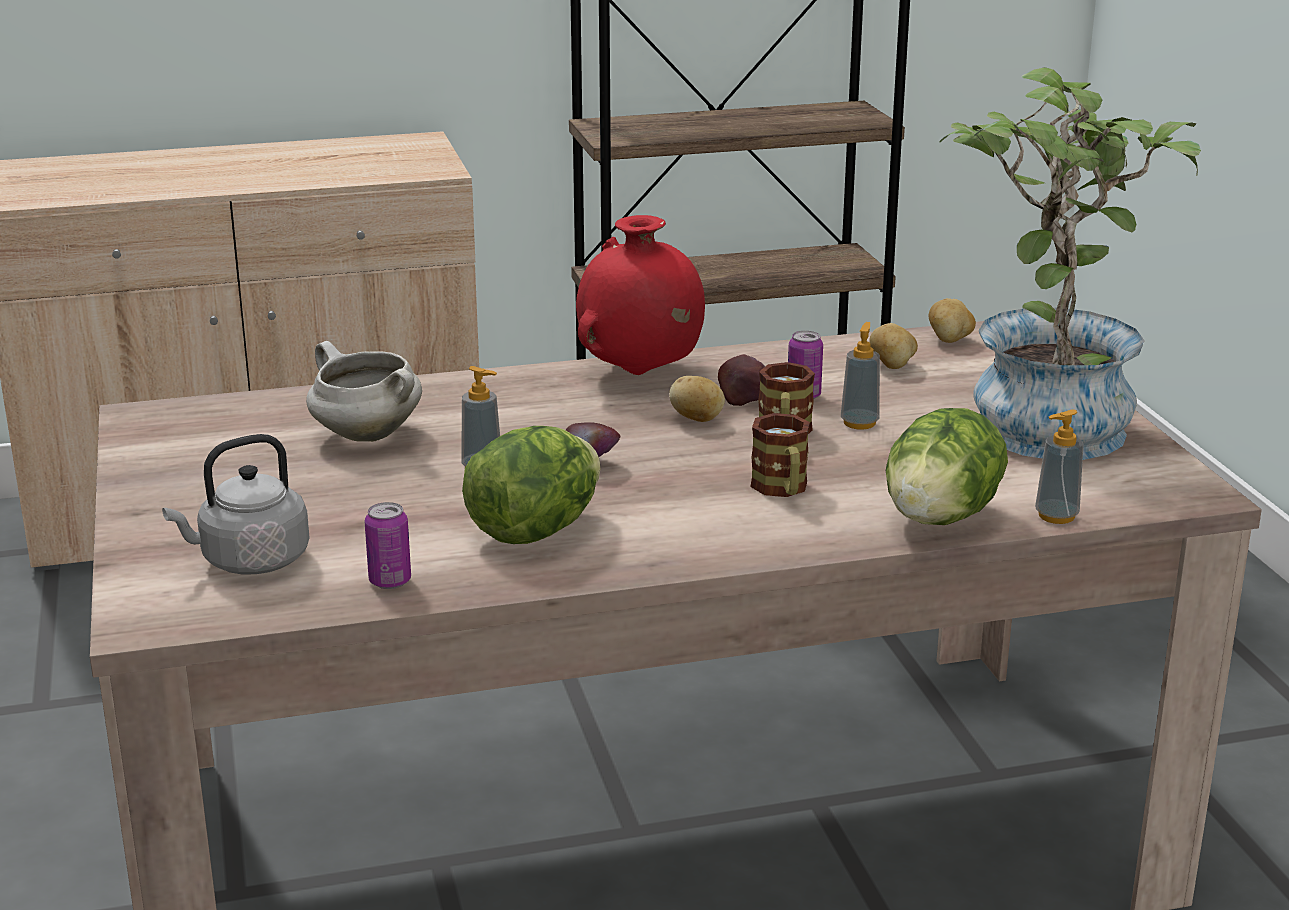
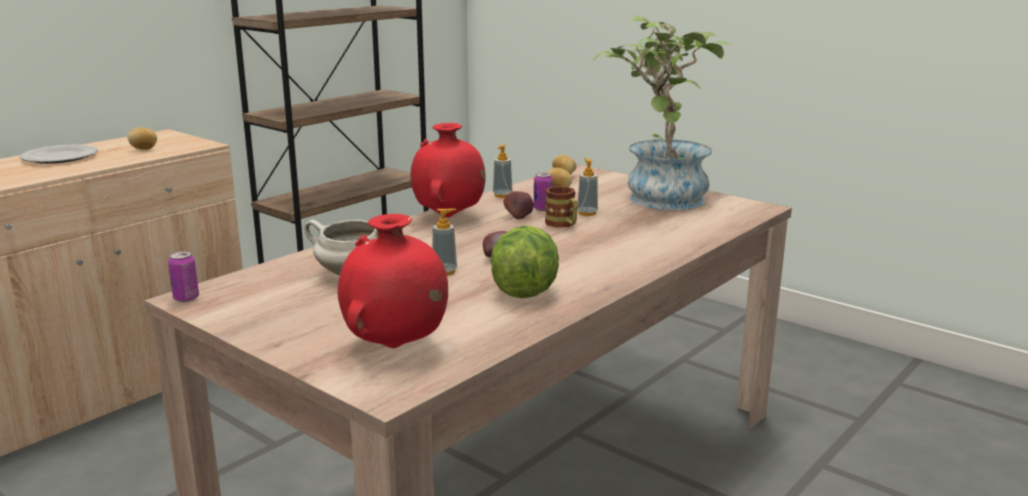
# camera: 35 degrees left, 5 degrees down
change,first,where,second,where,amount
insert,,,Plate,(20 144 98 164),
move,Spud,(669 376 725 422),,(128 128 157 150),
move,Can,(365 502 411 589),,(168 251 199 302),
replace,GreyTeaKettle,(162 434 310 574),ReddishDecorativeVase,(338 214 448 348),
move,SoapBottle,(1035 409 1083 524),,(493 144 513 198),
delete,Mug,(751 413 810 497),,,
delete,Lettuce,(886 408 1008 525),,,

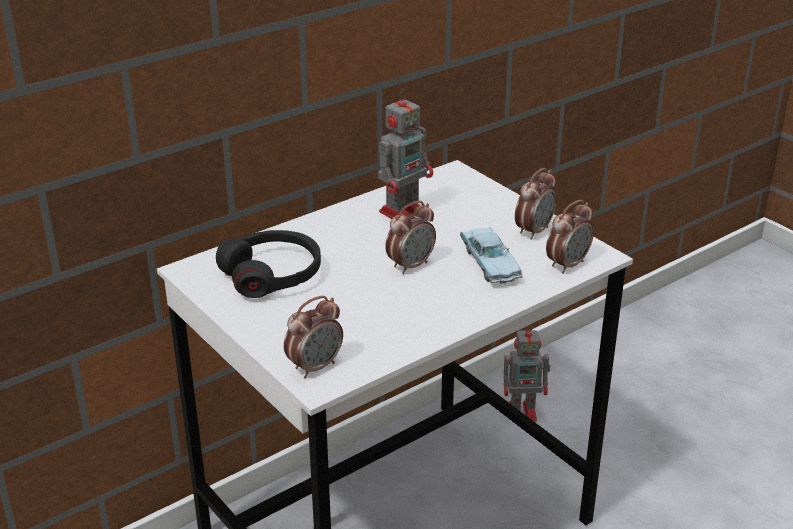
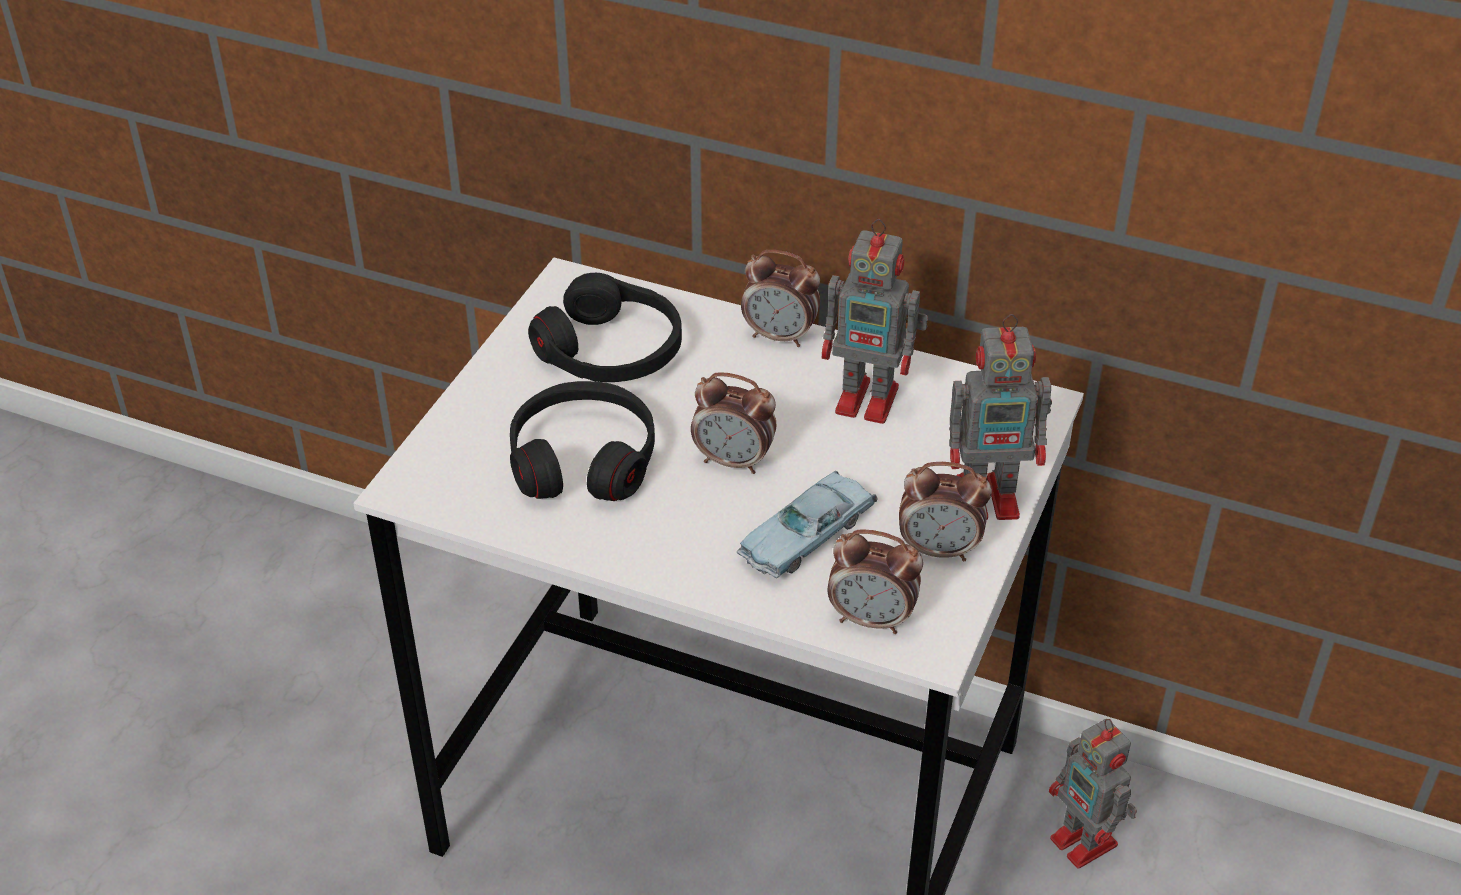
# camera: 60 degrees right, 10 degrees up
change,first,where,second,where,amount
insert,,,BlackHeadset,(510 381 655 501),
move,TableClock,(284 295 343 378),,(741 250 820 347),
insert,,,RobotFigure,(949 314 1052 520),

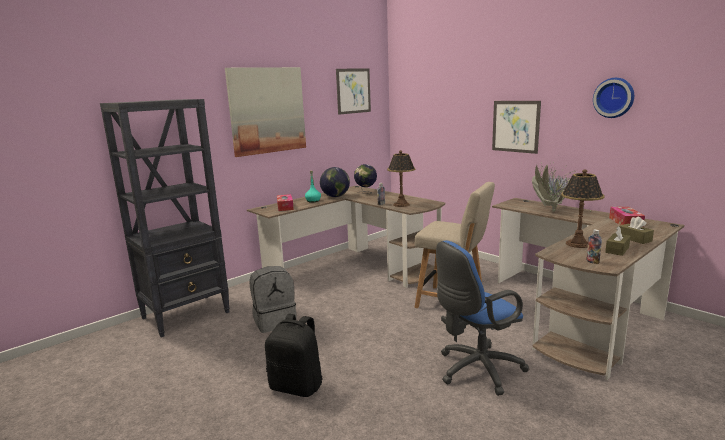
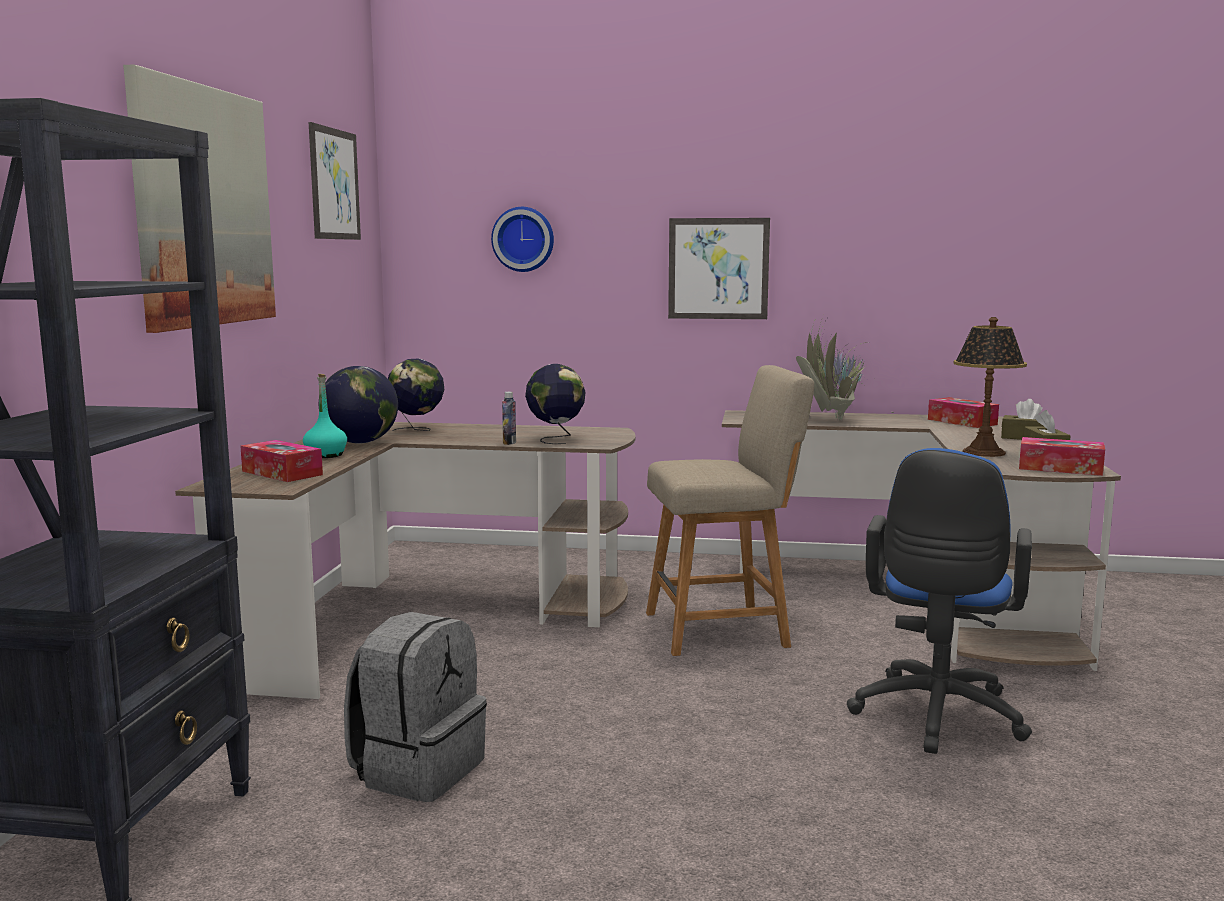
# camera: 40 degrees left, 5 degrees down
change,first,where,second,where,amount
move,ClockOnTheWall,(593 78 634 118),,(491 207 554 272),
replace,TableLamp,(387 150 416 207),WorldGlobe,(525 364 586 444),
replace,Bottle,(586 229 602 264),BoxOfTissues,(1019 437 1105 476),
delete,BlackRucksack,(265 314 322 397),,,

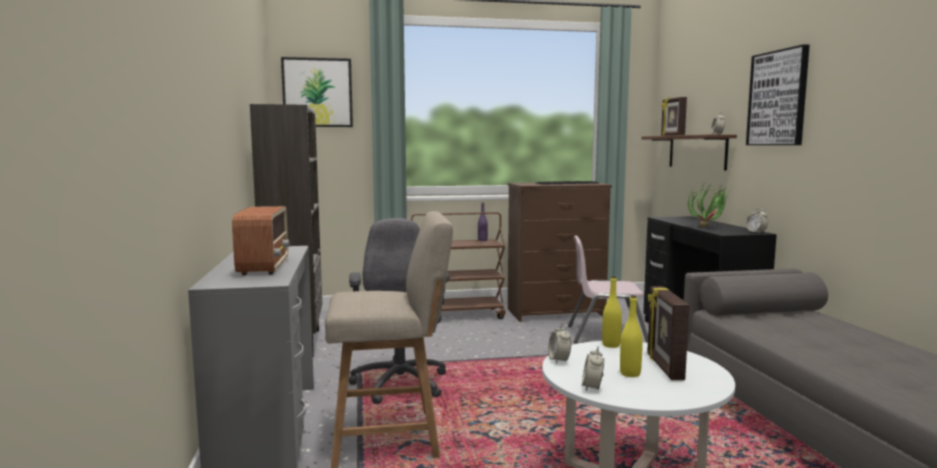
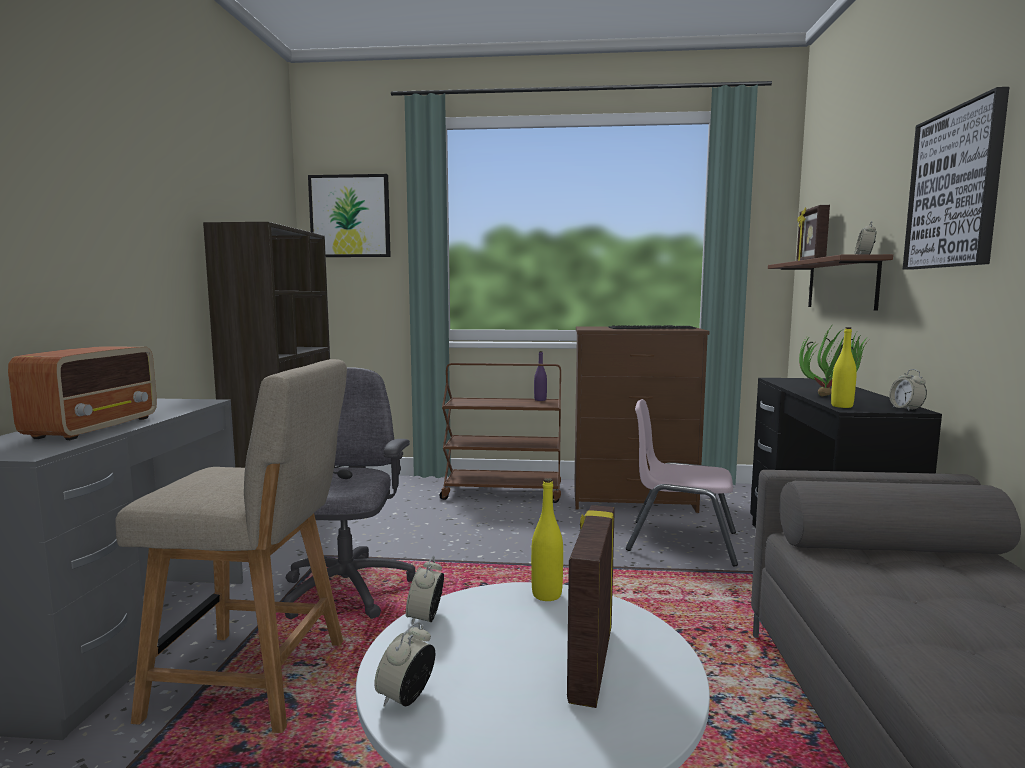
# camera: 15 degrees right, 0 degrees up
change,first,where,second,where,amount
move,YellowBottle,(620 295 643 377),,(831 327 857 408),

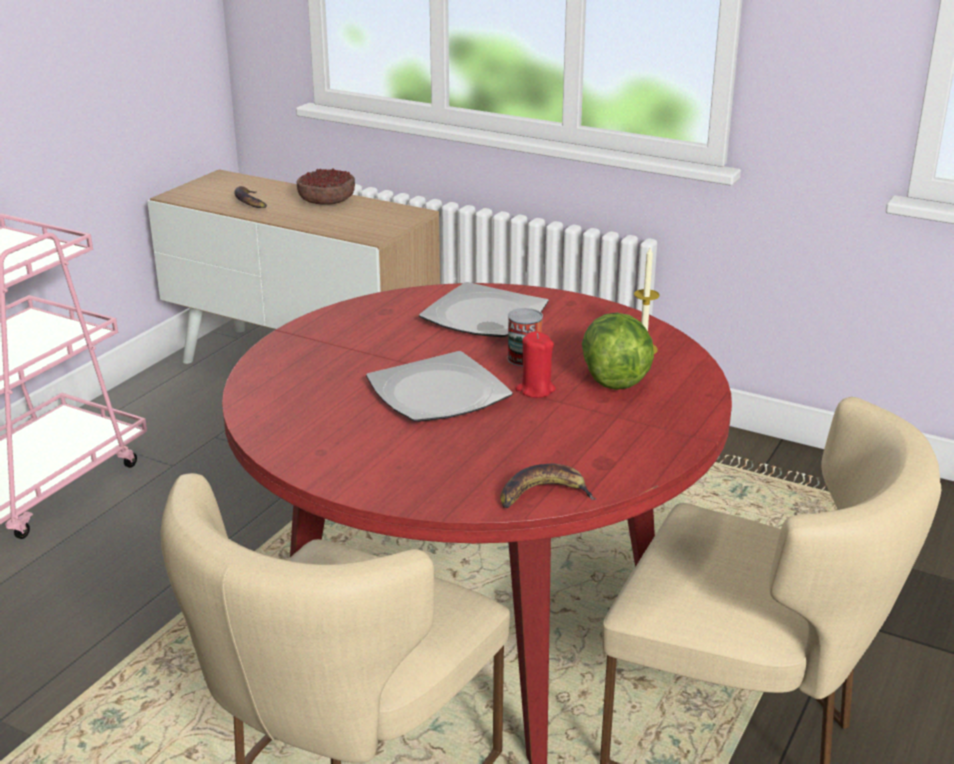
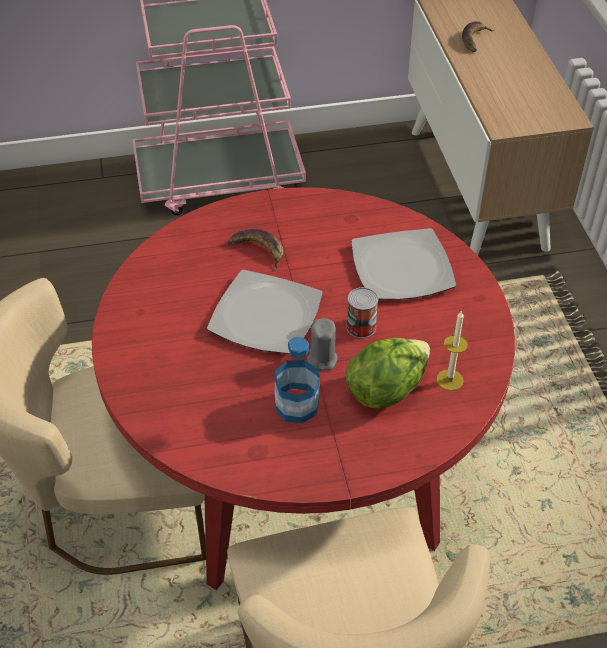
# camera: 50 degrees right, 20 degrees up
change,first,where,second,where,amount
move,Banana,(500 463 595 508),,(228 229 284 271),
insert,,,Bottle,(275 337 320 423),
recolor,ReddishCandle,(515 331 556 398),GreyCandle,(307 318 338 371),
delete,DeepDish,(297 168 355 205),,,

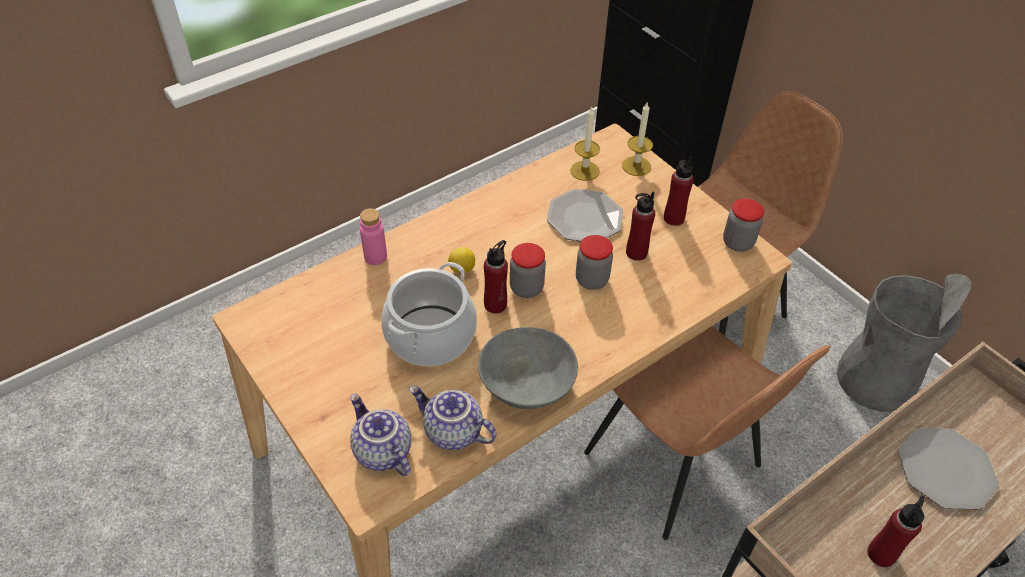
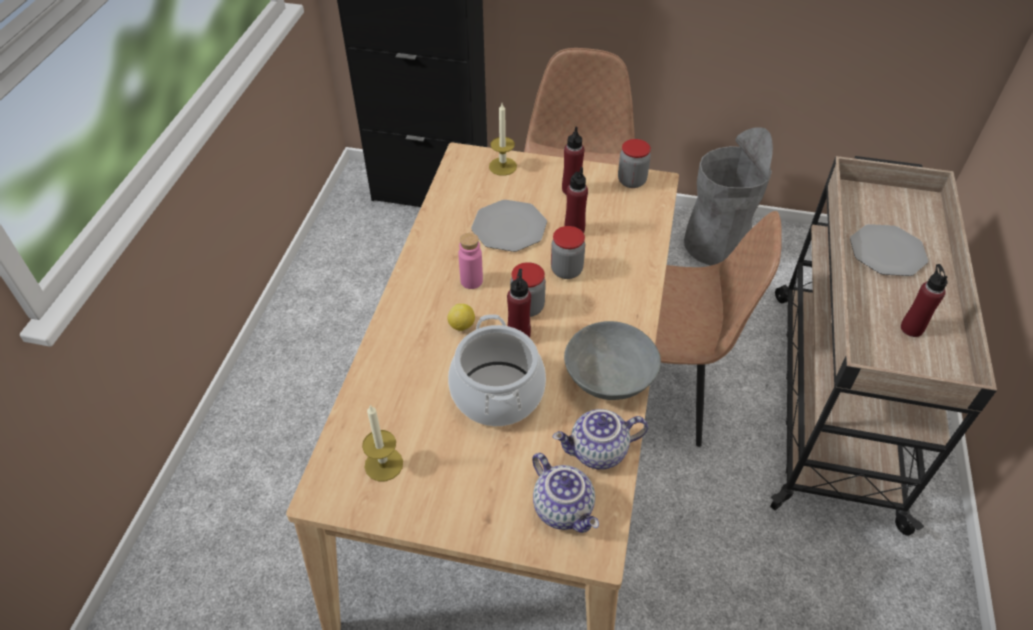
# camera: 40 degrees left, 0 degrees up
change,first,where,second,where,amount
move,Candle,(570 107 600 181),,(362 404 403 481),
move,PinkColouredBottle,(360 208 387 265),,(458 233 483 289),
rotate,Teapot,(350 394 411 476),,(532 453 599 533),135 degrees counterclockwise

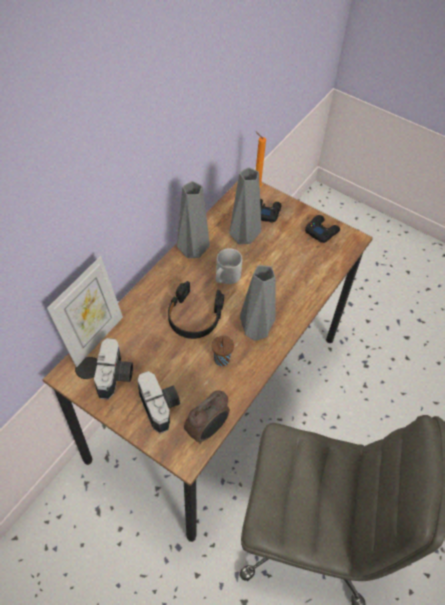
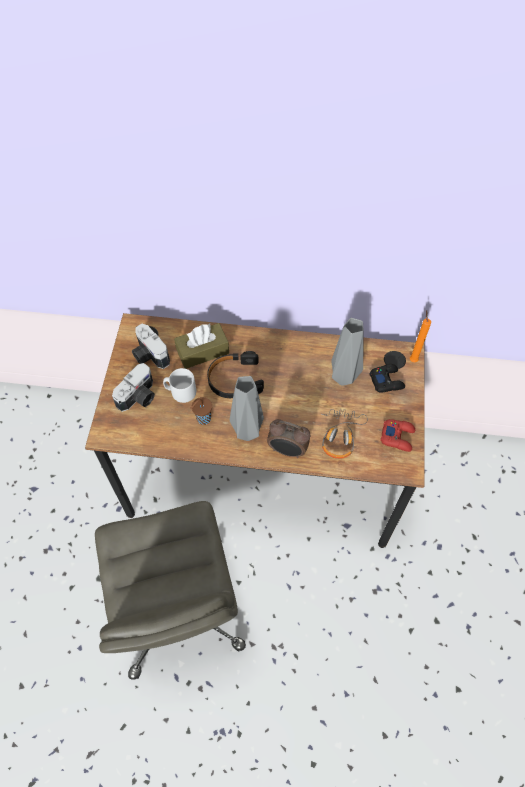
# camera: 65 degrees right, 5 degrees up
change,first,where,second,where,amount
rotate,PhotoCamera,(94 338 133 400),,(132 324 170 369),75 degrees clockwise
move,GreyMug,(216 248 242 284),,(163 368 196 403),
insert,,,BrownBoxOfTissues,(174 323 229 369),
move,TableClock,(184 390 230 444),,(267 419 311 458),
insert,,,Headset,(321 409 368 459),
recolor,BlackJoypad,(305 215 340 243),ReddishJoypad,(380 419 415 452),
delete,StandingFrame,(47 256 123 367),,,
delete,GreyDecorativeVase,(177 181 210 258),,,

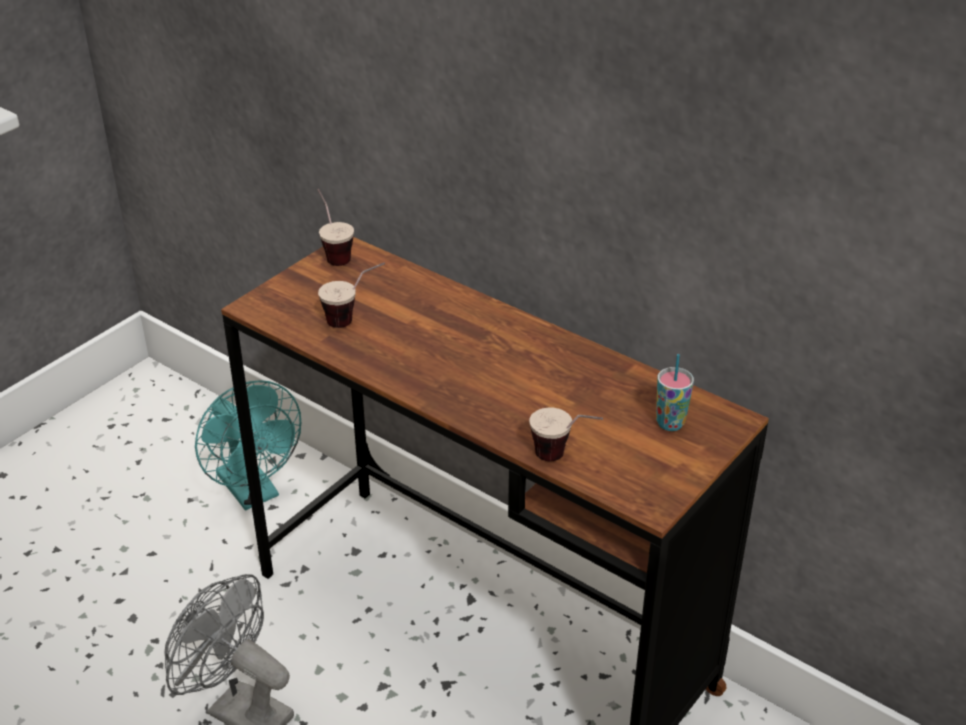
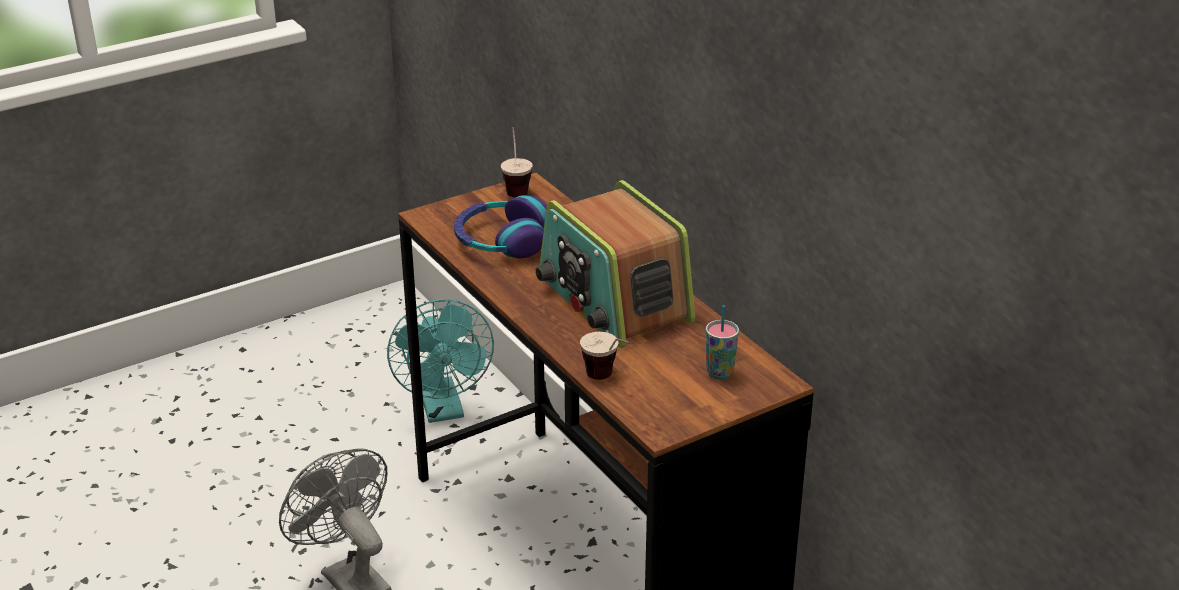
# camera: 20 degrees right, 5 degrees down
change,first,where,second,where,amount
replace,DrinkingCup,(318 262 385 328),Headset,(454 195 547 258),
insert,,,Radio,(536 180 695 348),

